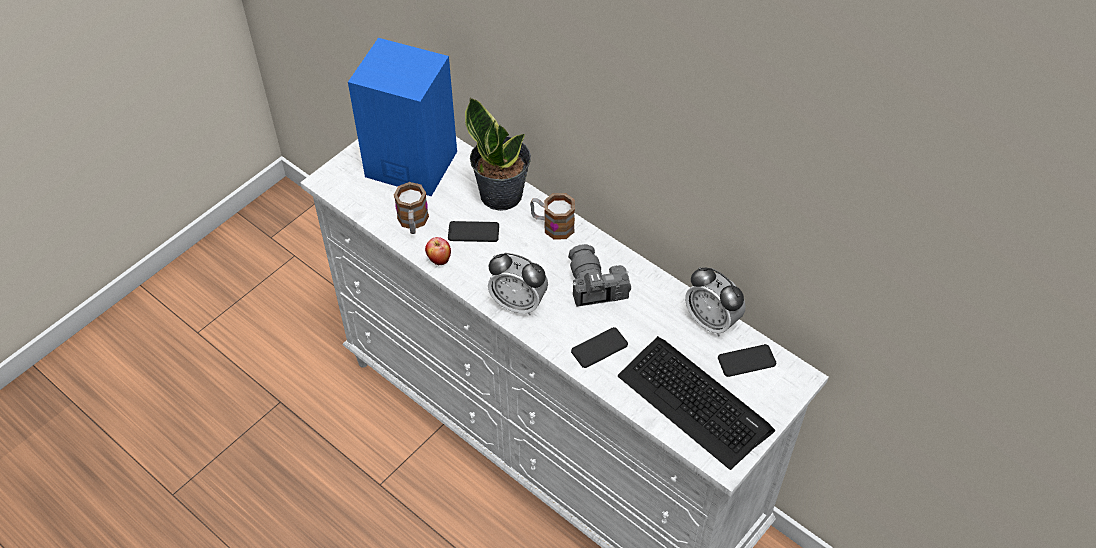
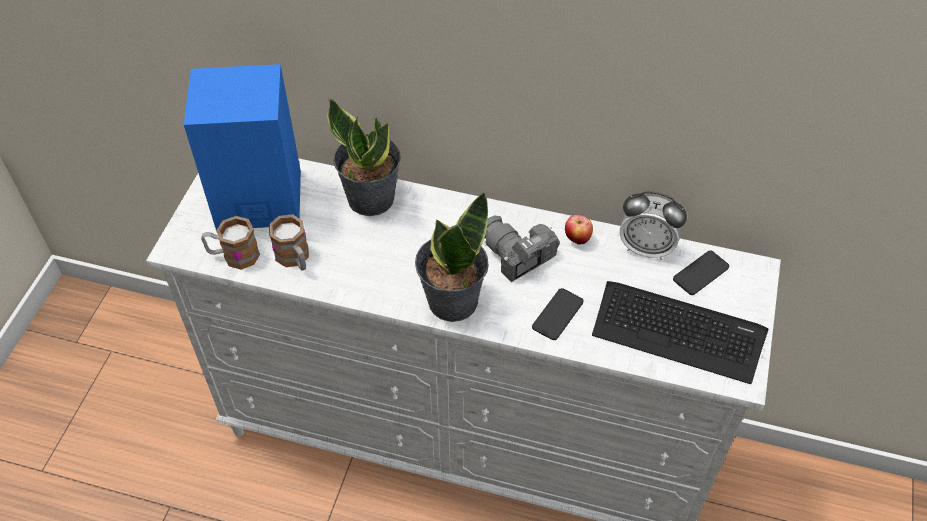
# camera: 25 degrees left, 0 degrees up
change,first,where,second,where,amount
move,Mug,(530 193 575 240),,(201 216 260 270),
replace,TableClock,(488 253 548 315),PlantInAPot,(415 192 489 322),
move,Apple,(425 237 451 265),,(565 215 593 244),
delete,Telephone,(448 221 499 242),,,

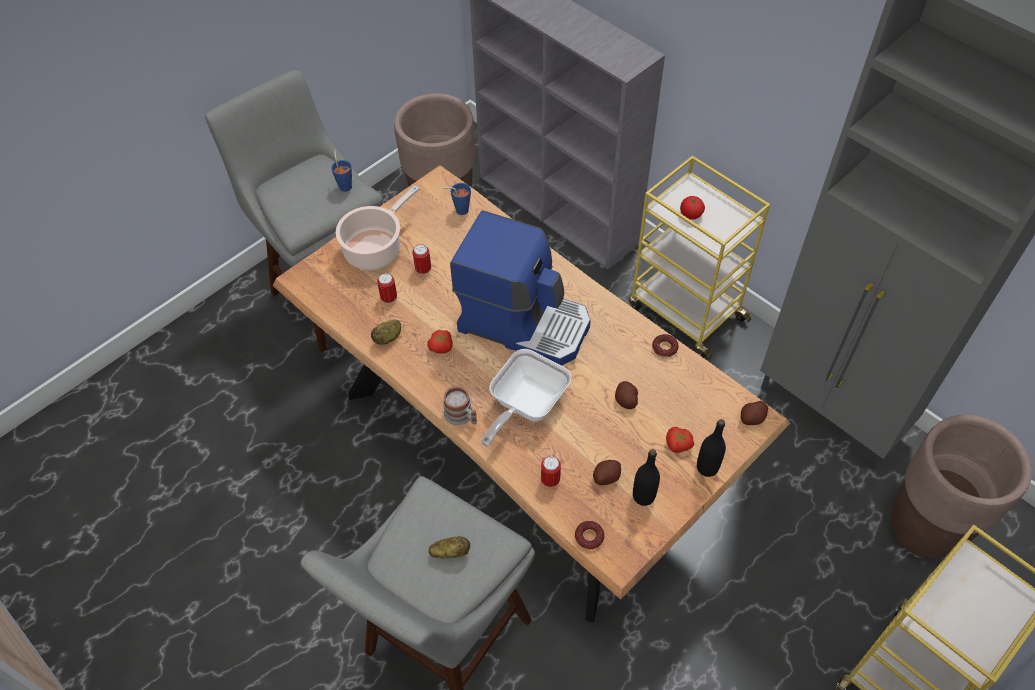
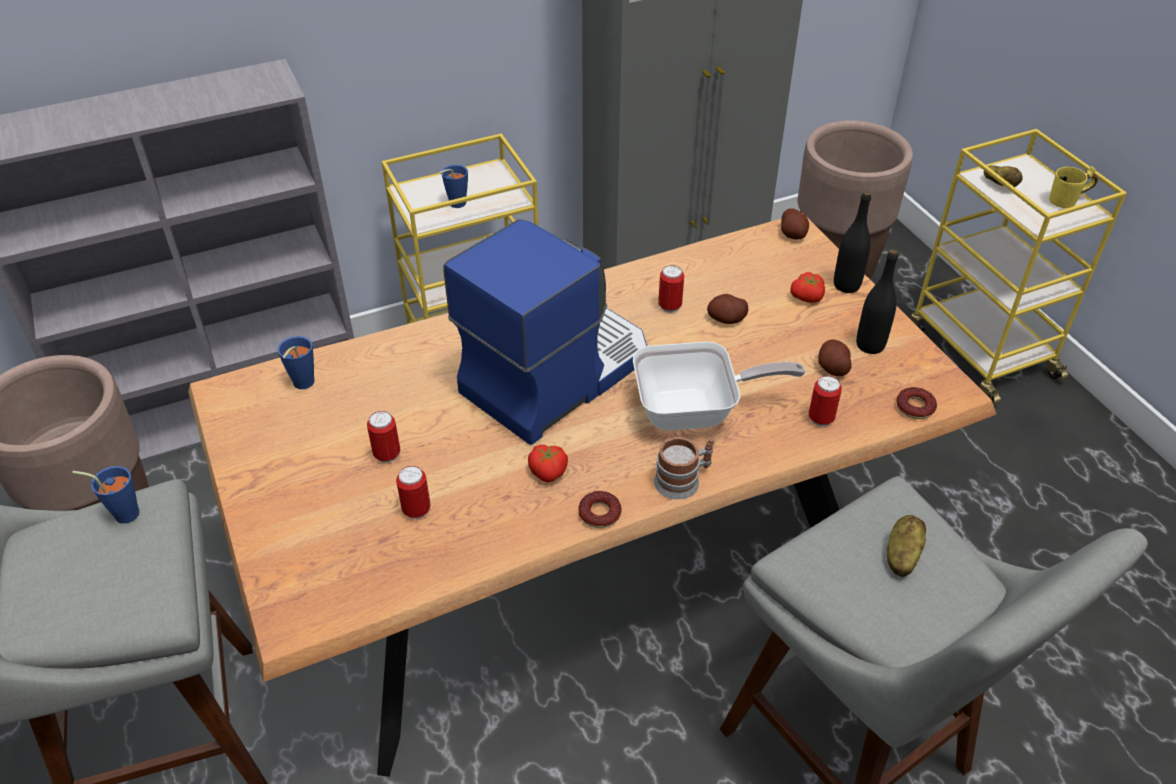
# camera: 70 degrees left, 10 degrees down
change,first,where,second,where,amount
replace,Tomato,(680 196 705 220),BluishDrinkingCup,(439 165 468 208),
move,Donut,(652 334 678 357),,(578 491 622 528),
rotate,Pan,(481 349 571 447),,(633 342 805 431),60 degrees counterclockwise
insert,,,Can,(658 265 684 313),
move,Spud,(371 320 401 345),,(984 166 1023 187),
insert,,,YellowMug,(1049 166 1098 208),
delete,Stockpot,(336 186 420 270),,,

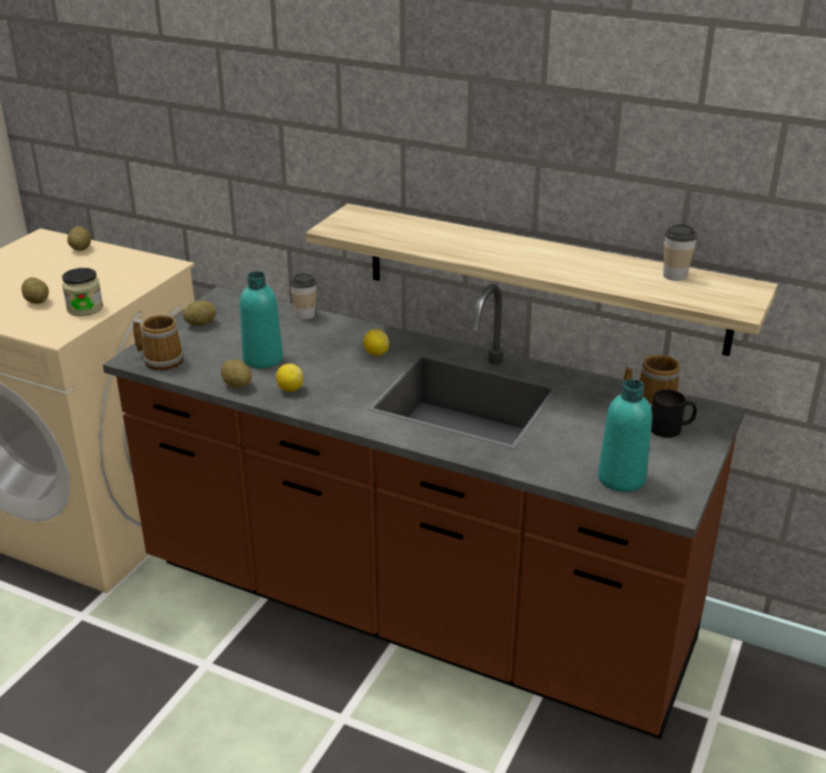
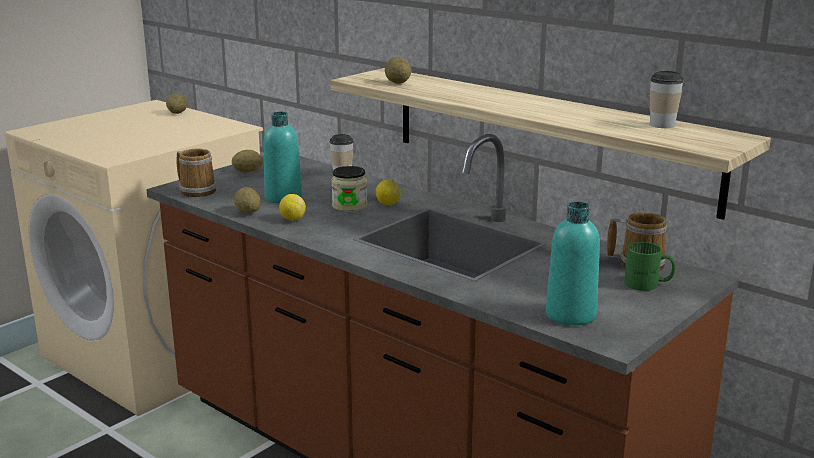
# camera: 15 degrees right, 10 degrees down
change,first,where,second,where,amount
move,Jar,(62 268 103 316),,(331 166 367 212),
move,Spud,(21 277 49 304),,(385 57 411 84),
recolor,BlackMug,(651 390 697 438),GreenishMug,(624 242 675 291),

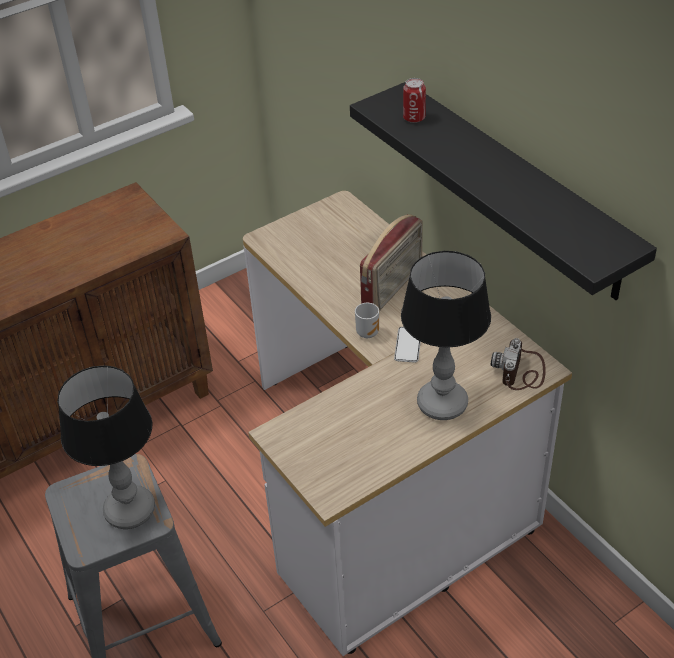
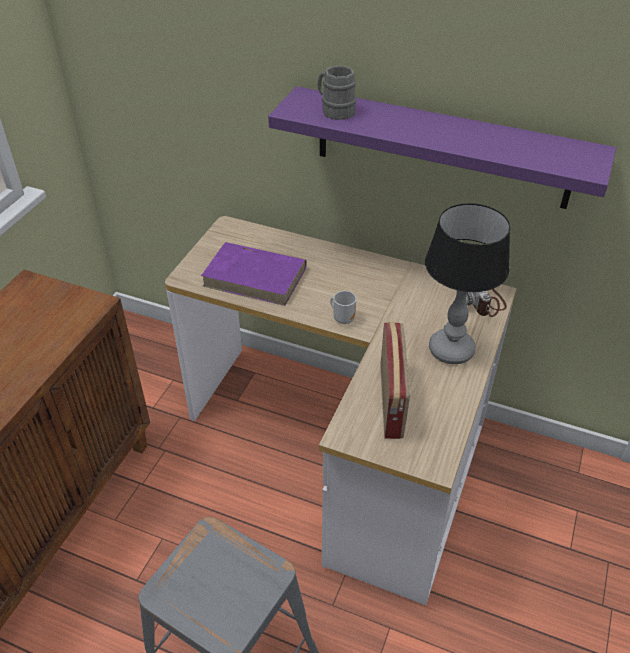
# camera: 35 degrees left, 0 degrees up
change,first,where,second,where,amount
insert,,,PurpleBook,(201 242 307 306),
recolor,BlackWallShelf,(350 82 657 300),PurpleWallShelf,(268 86 616 209),
replace,Can,(403 78 426 123),GreyMug,(318 66 356 120),
move,Radio,(360 214 423 311),,(380 322 410 439),
delete,TableLamp,(57 365 155 529),,,
delete,Telephone,(394 327 421 363),,,

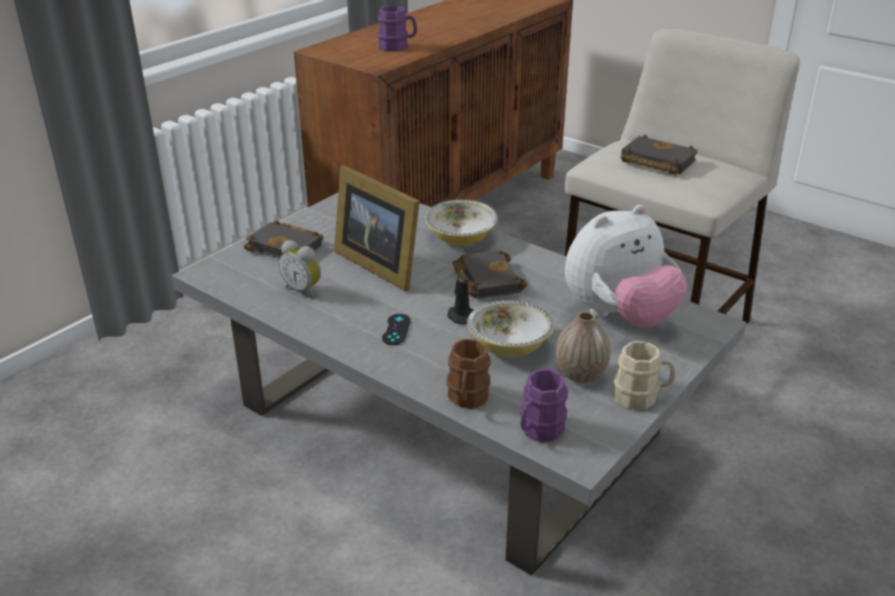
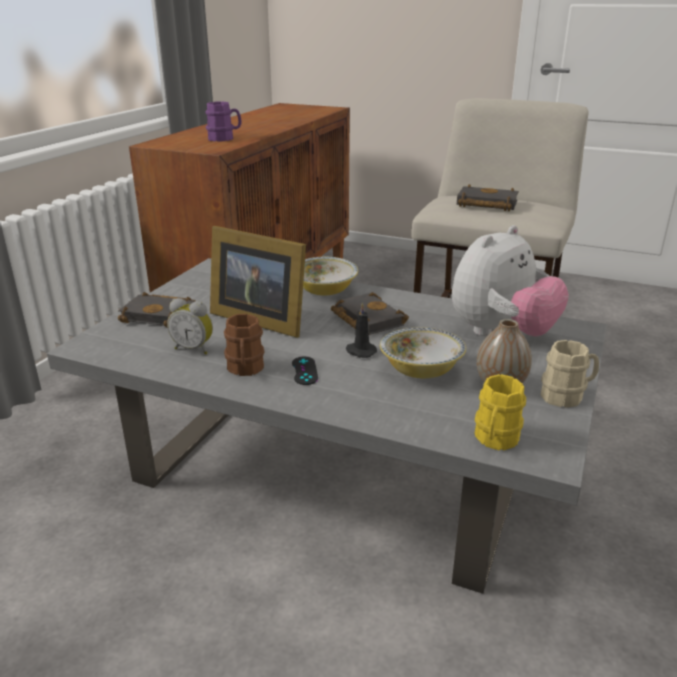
# camera: 15 degrees left, 5 degrees down
change,first,where,second,where,amount
move,BrownMug,(446 339 491 409),,(224 314 264 376),
recolor,PurpleMug,(520 369 568 442),YellowMug,(475 374 526 451),

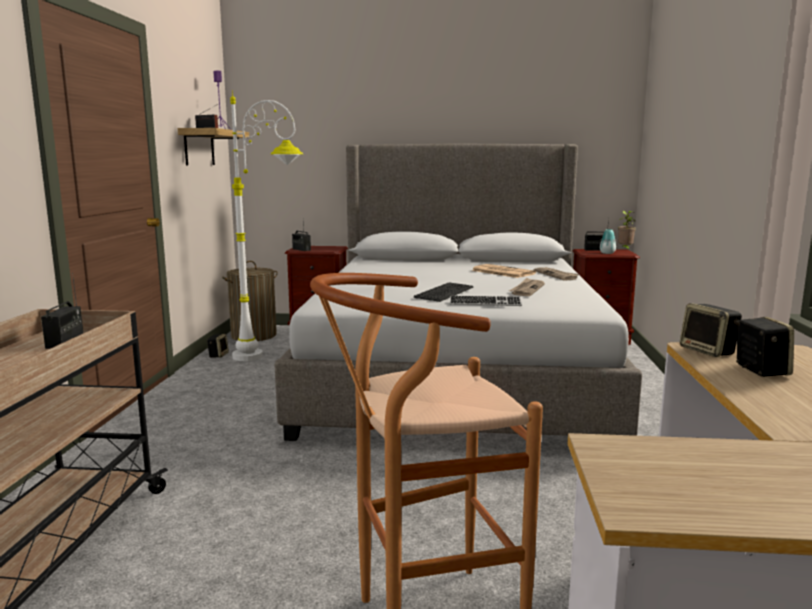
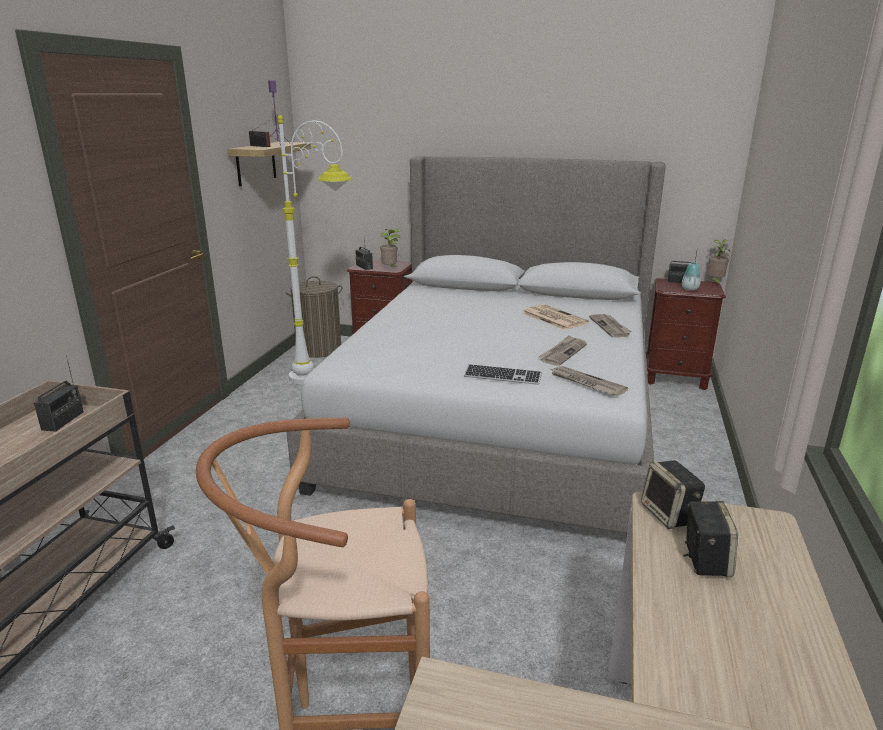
# camera: 10 degrees right, 10 degrees up
change,first,where,second,where,amount
insert,,,PlantInAPot,(380 229 401 269),
insert,,,PrintedPaper,(551 366 628 396),
delete,Loudspeaker,(207 334 229 358),,,
delete,ComputerKeyboard,(414 282 473 302),,,

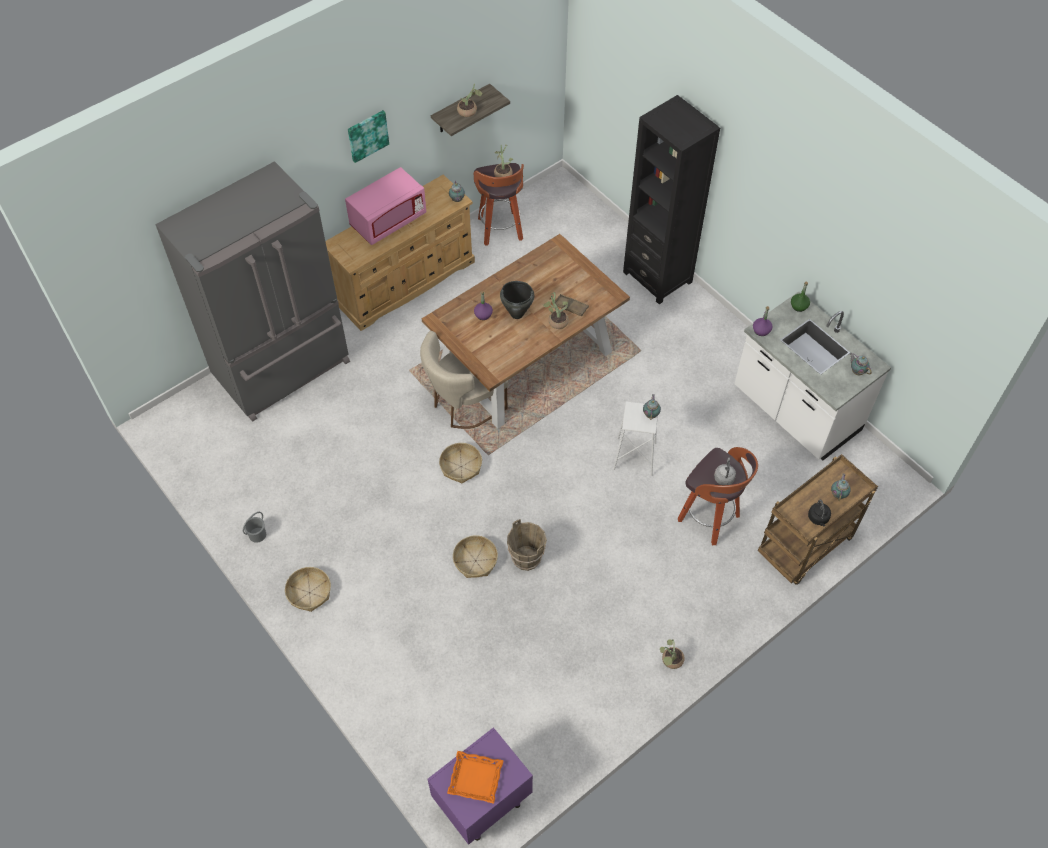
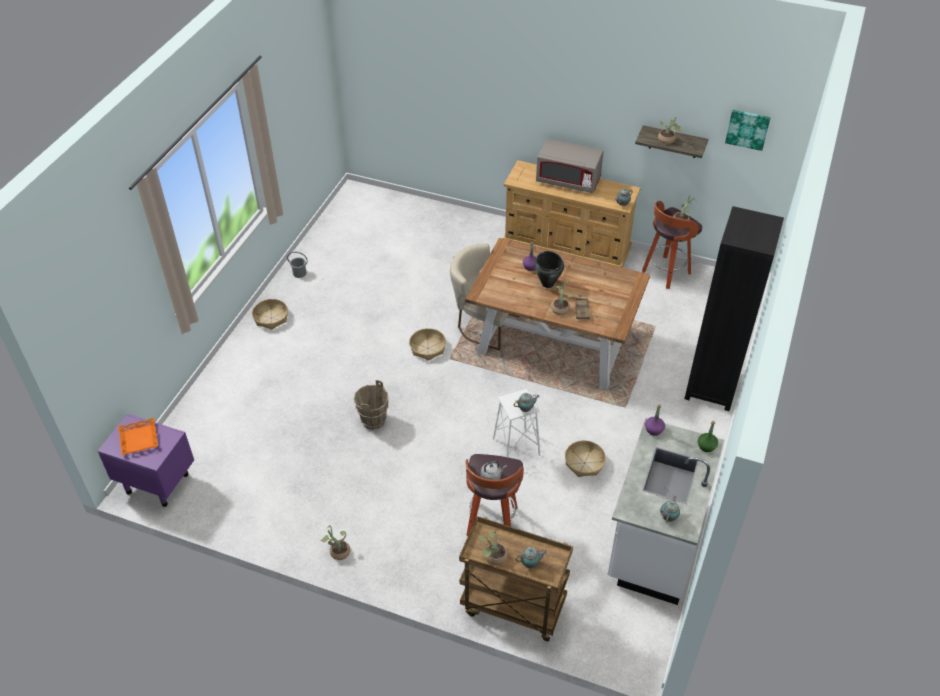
# camera: 60 degrees right, 10 degrees down
change,first,where,second,where,amount
replace,BlackTeaKettle,(808 499 831 526),PlantInAPot,(479 532 508 565),
recolor,PinkColouredMicrowaveOven,(345 167 426 245),GreyMicrowaveOven,(536 139 604 193),
move,HouseholdBasket,(453 535 498 578),,(565 440 606 477),
move,WallPicture,(348 110 389 163),,(725 110 771 151),
delete,GreyKitchenFridge,(155 161 350 422),,,

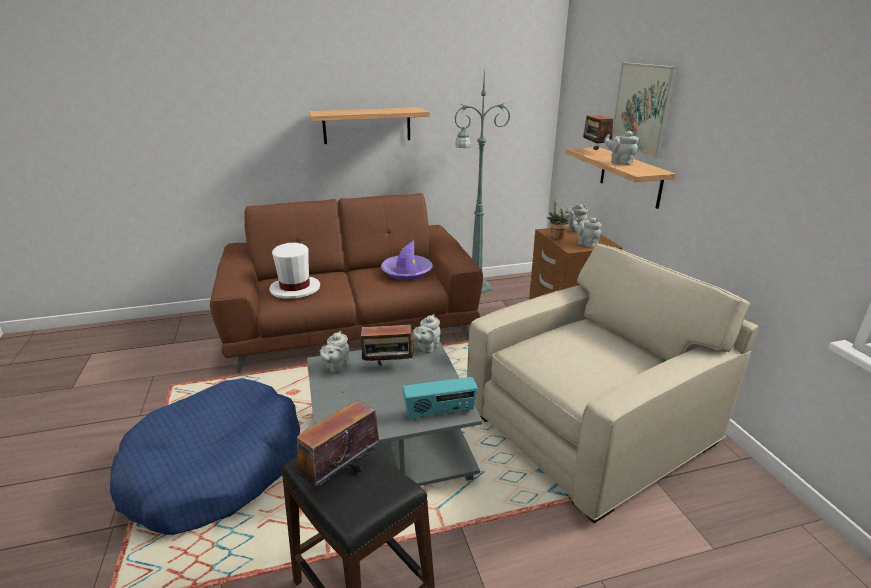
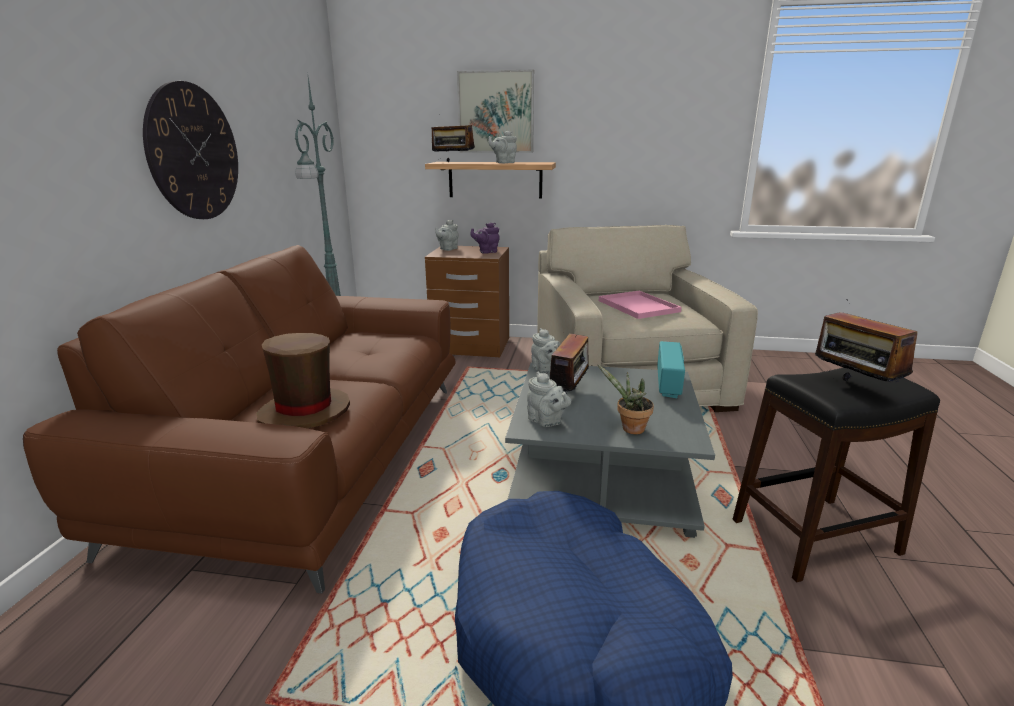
# camera: 65 degrees left, 5 degrees down
change,first,where,second,where,amount
replace,WallShelf,(309 107 430 144),ClockOnTheWall,(143 81 238 219),
recolor,WhiteHat,(269 243 320 299),BrownHat,(256 333 350 429),
recolor,GreyTeapot,(572 217 602 247),PurpleTeapot,(470 222 499 254),
move,PlantInAPot,(546 198 570 239),,(598 365 654 434),
insert,,,PinkColouredServingTray,(599 291 682 319),
delete,PurpleHat,(381 240 433 280),,,

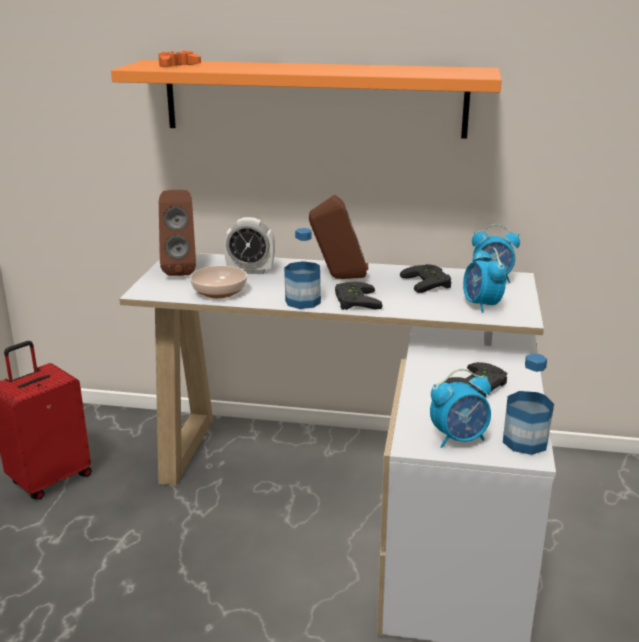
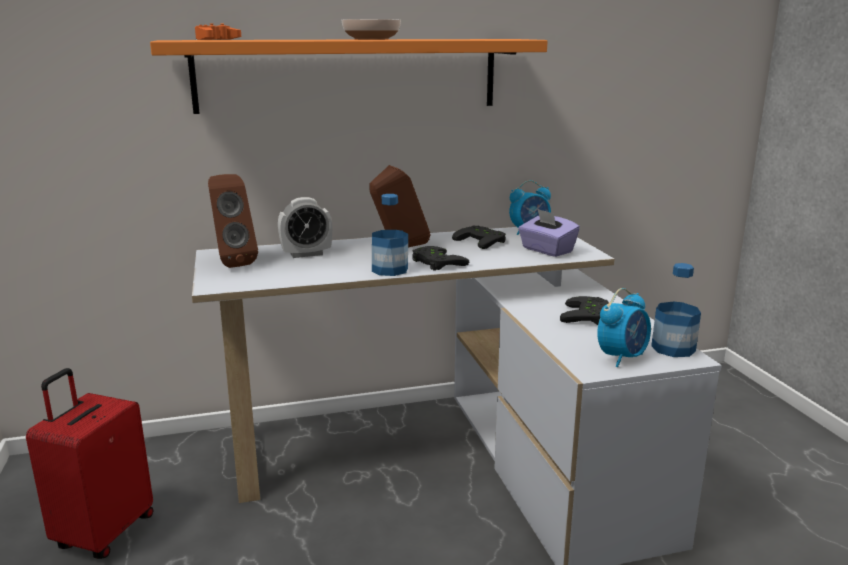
# camera: 25 degrees left, 5 degrees down
change,first,where,second,where,amount
move,DeepDish,(190 266 247 298),,(341 19 401 40),
replace,TableClock,(463 247 507 313),PurpleBoxOfTissues,(518 209 580 257),

